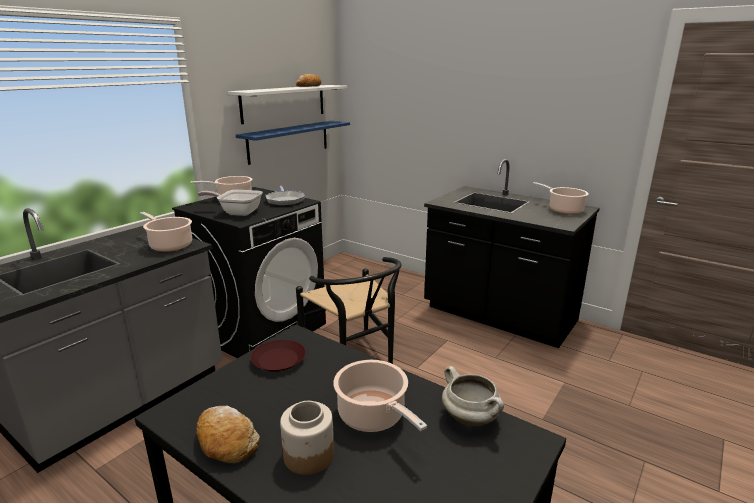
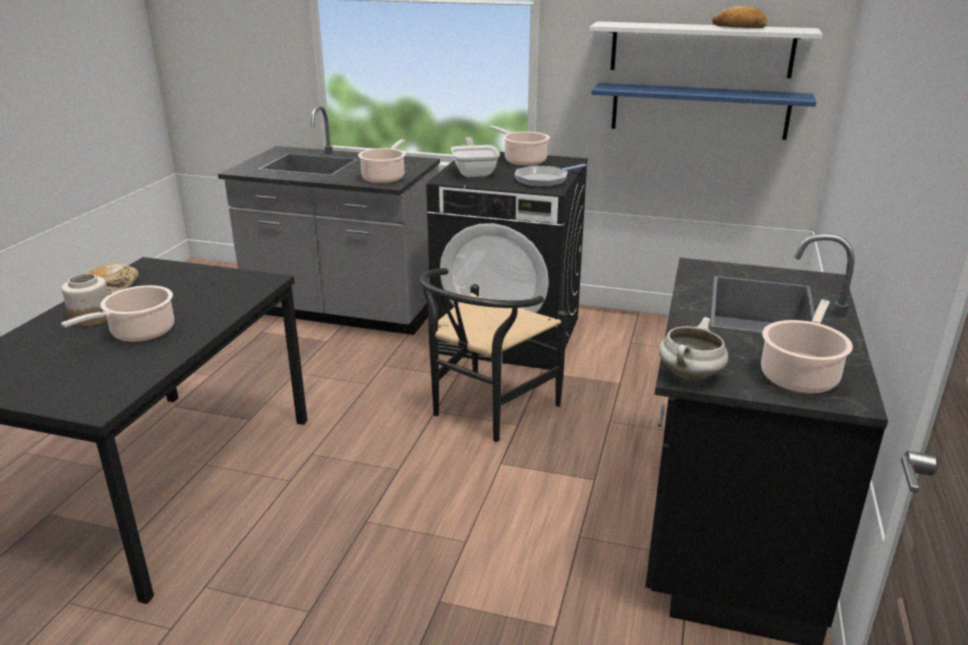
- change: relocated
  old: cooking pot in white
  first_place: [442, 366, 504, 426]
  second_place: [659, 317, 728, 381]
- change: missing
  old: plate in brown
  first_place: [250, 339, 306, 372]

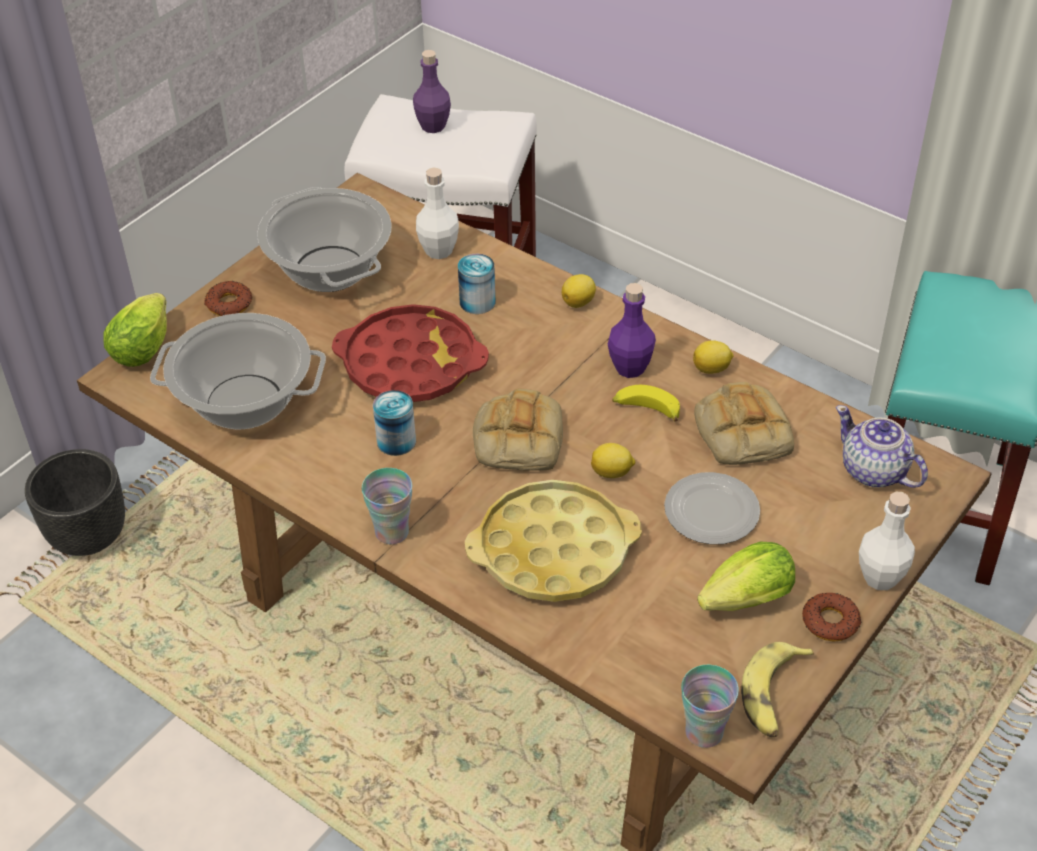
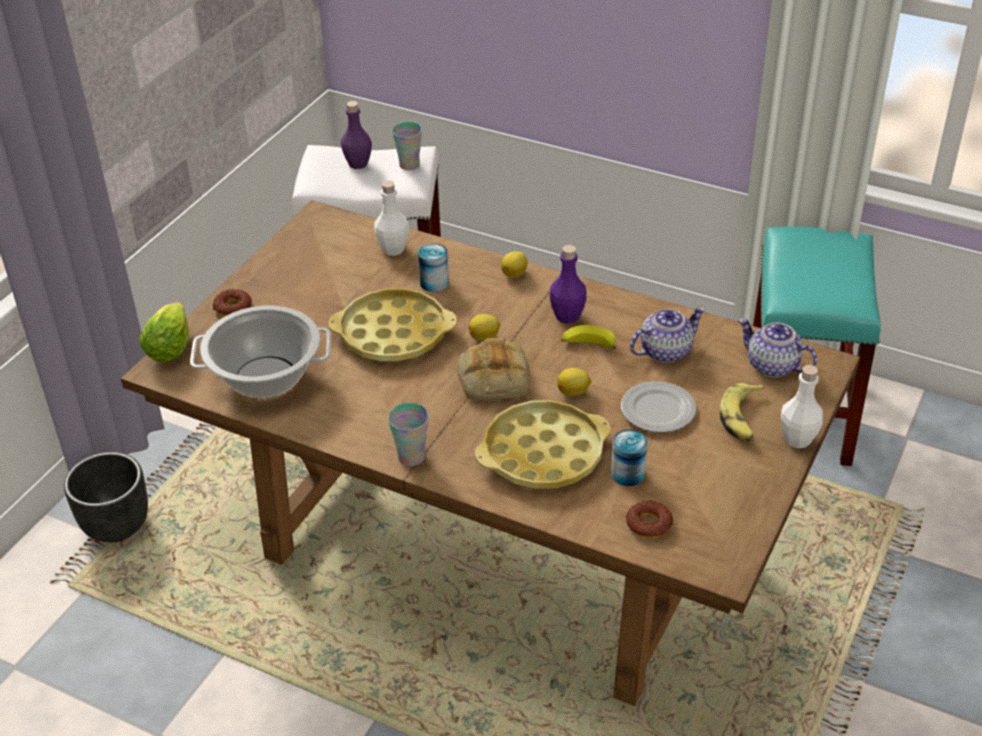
- change: colour
  old: tray in red
  new: tray in yellow
  first_place: [332, 304, 489, 402]
  second_place: [329, 288, 457, 361]
- change: relocated
  old: cup
  first_place: [681, 665, 739, 748]
  second_place: [392, 122, 422, 170]
- change: relocated
  old: lemon
  first_place: [693, 340, 734, 374]
  second_place: [469, 314, 501, 341]
- change: relocated
  old: can
  first_place: [373, 390, 416, 456]
  second_place: [611, 429, 648, 486]
- change: relocated
  old: donut
  first_place: [802, 593, 862, 641]
  second_place: [626, 501, 674, 538]
- change: exchanged
  old: bread
  new: teapot
  first_place: [694, 382, 794, 465]
  second_place: [630, 306, 705, 362]
- change: relocated
  old: banana
  first_place: [741, 642, 814, 737]
  second_place: [720, 383, 765, 442]
- change: missing
  old: cooking pot
  first_place: [257, 187, 392, 292]
- change: missing
  old: lettuce
  first_place: [697, 542, 795, 611]

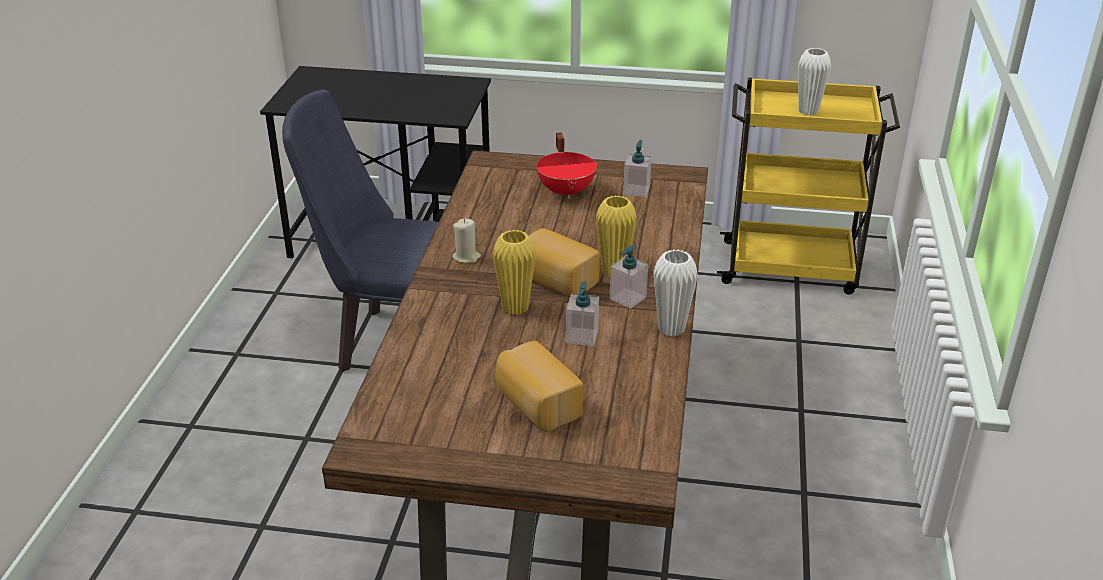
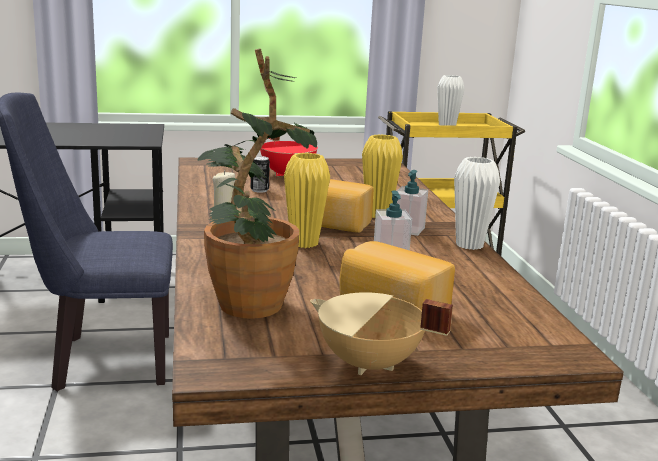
- change: appeared
  new: potted plant
  second_place: [198, 48, 317, 319]
- change: appeared
  new: can
  second_place: [250, 156, 270, 193]
- change: appeared
  new: cooking pot in beige
  second_place: [310, 292, 453, 375]
- change: missing
  old: soap dispenser
  first_place: [623, 140, 652, 197]

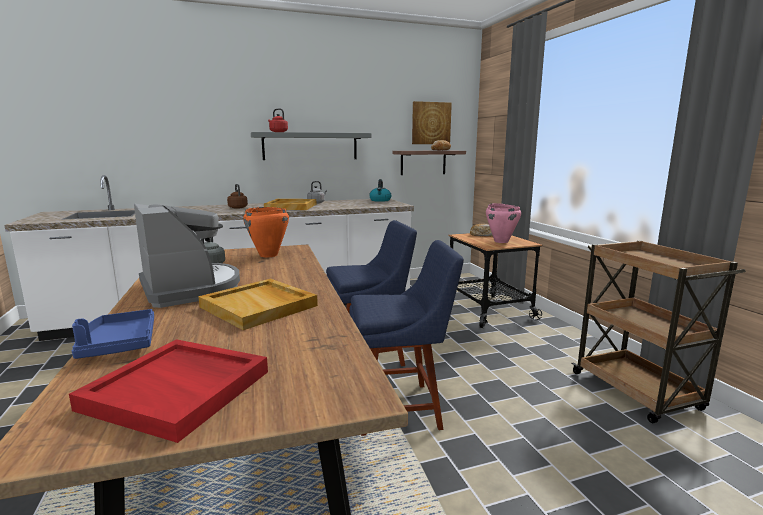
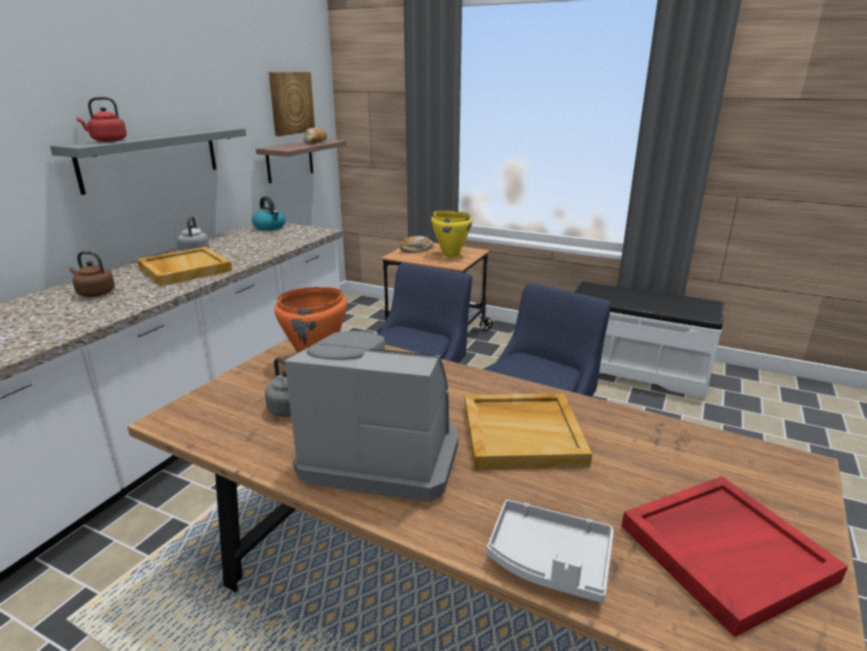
- change: colour
  old: cooking pot in pink
  new: cooking pot in yellow
  first_place: [486, 203, 521, 243]
  second_place: [431, 211, 472, 258]
- change: colour
  old: tray in blue
  new: tray in grey
  first_place: [72, 309, 154, 359]
  second_place: [487, 500, 614, 603]
- change: exchanged
  old: cart in brown
  new: bench in white
  first_place: [571, 240, 746, 423]
  second_place: [575, 281, 724, 399]

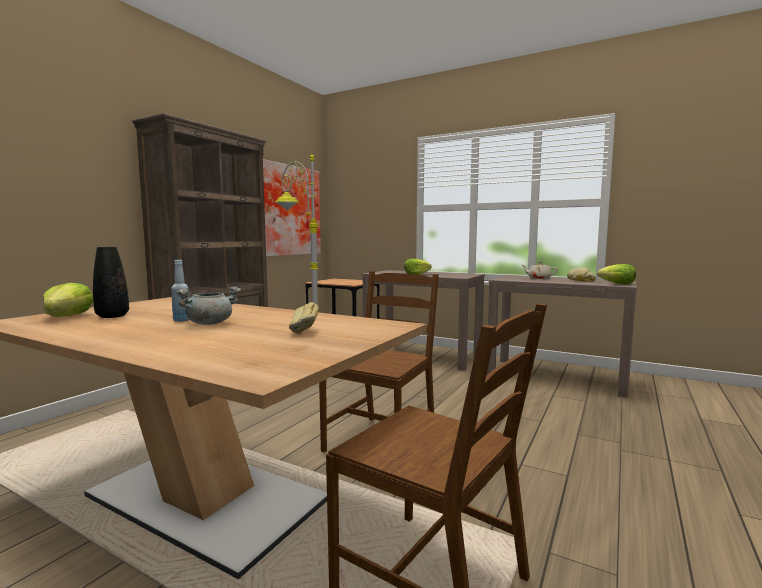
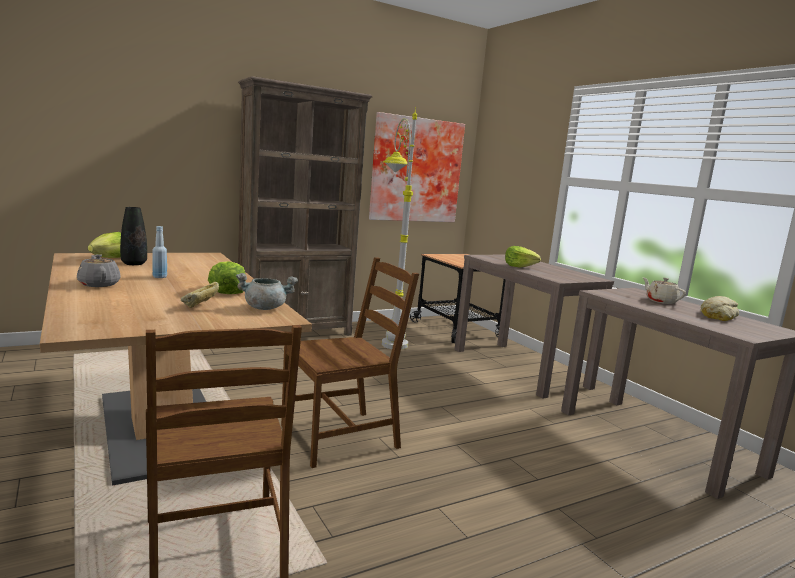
- change: appeared
  new: teapot in grey
  second_place: [77, 254, 121, 287]
- change: relocated
  old: lettuce
  first_place: [597, 264, 636, 285]
  second_place: [208, 261, 246, 294]
- change: relocated
  old: cooking pot in grey
  first_place: [176, 286, 241, 325]
  second_place: [236, 273, 298, 310]

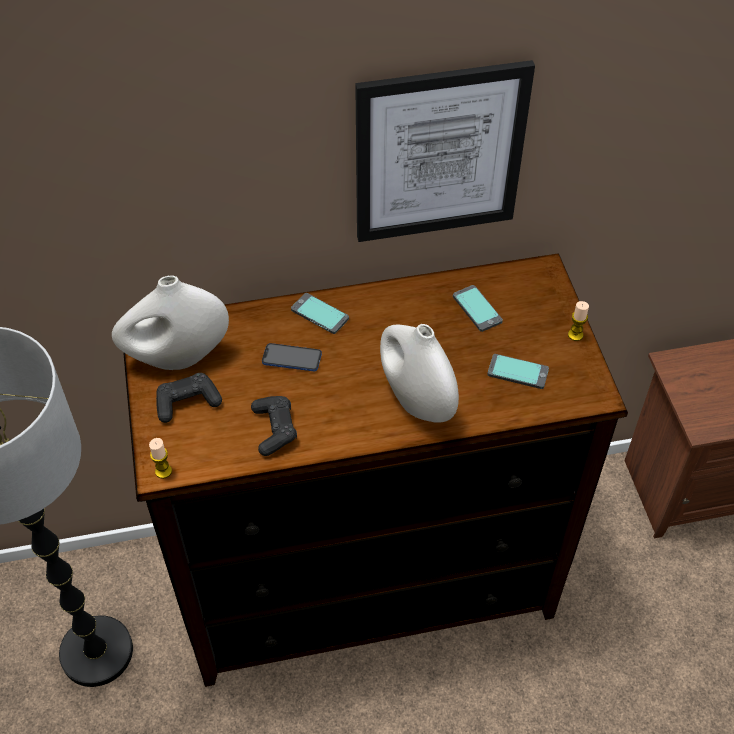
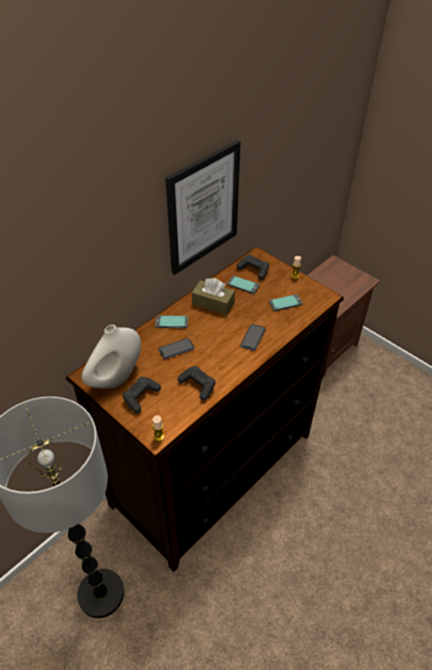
- change: appeared
  new: tissue box in brown
  second_place: [192, 278, 235, 315]
- change: appeared
  new: game controller in black
  second_place: [237, 255, 269, 280]
- change: exchanged
  old: vase in white
  new: phone
  first_place: [380, 324, 459, 423]
  second_place: [240, 324, 266, 350]

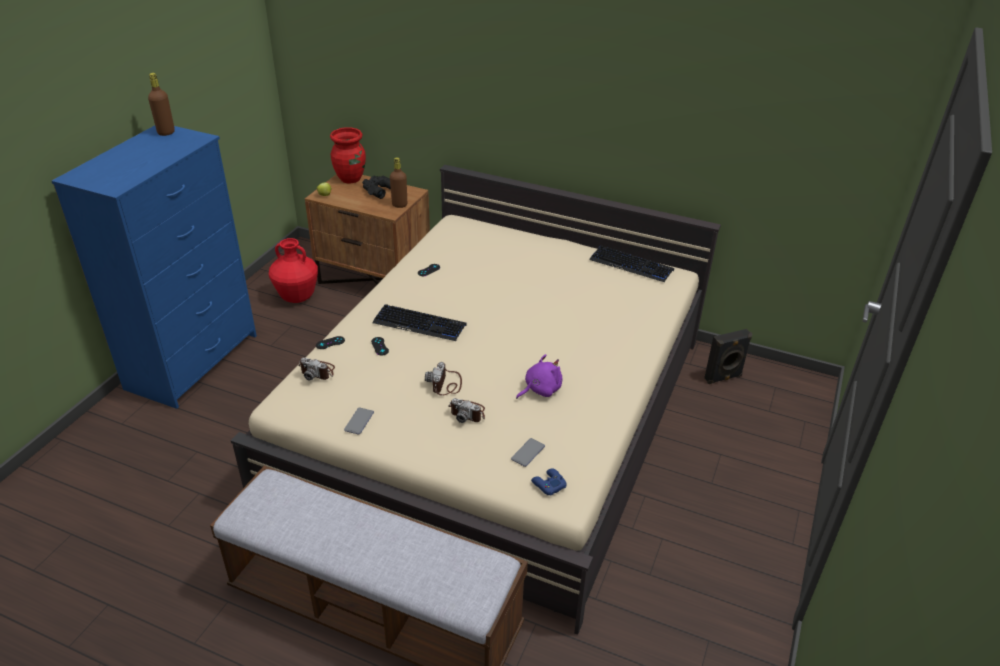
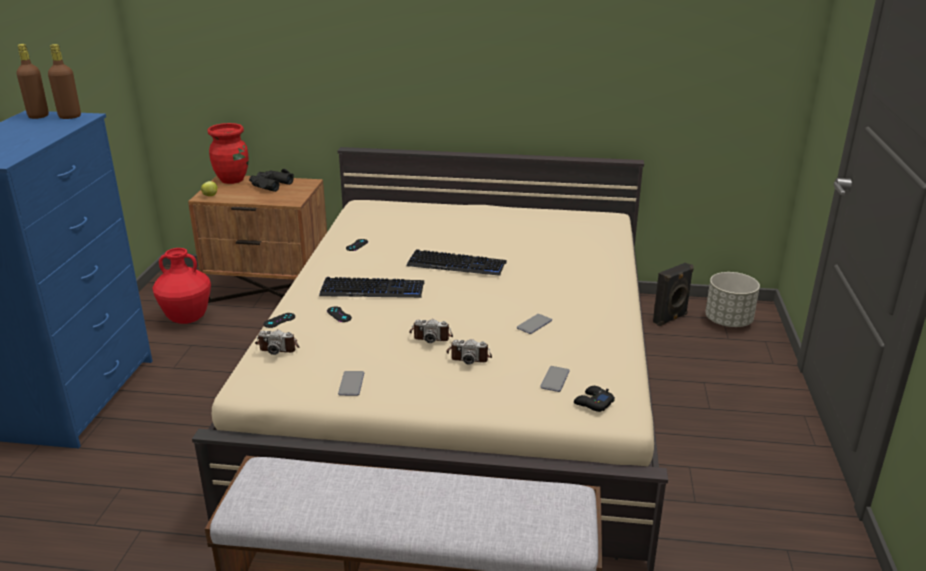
- change: relocated
  old: bottle in brown
  first_place: [390, 157, 407, 208]
  second_place: [48, 44, 81, 119]
- change: relocated
  old: keyboard
  first_place: [589, 245, 674, 282]
  second_place: [406, 249, 506, 276]
- change: spun
  old: photo camera
  first_place: [425, 362, 462, 396]
  second_place: [409, 319, 453, 343]
  degrees: -75
- change: exchanged
  old: plush toy in purple
  new: phone
  first_place: [516, 354, 562, 399]
  second_place: [517, 314, 552, 334]
- change: colour
  old: game controller in blue
  new: game controller in black
  first_place: [531, 468, 567, 495]
  second_place: [574, 386, 615, 412]
- change: appeared
  new: planter in grey
  second_place: [705, 272, 760, 327]

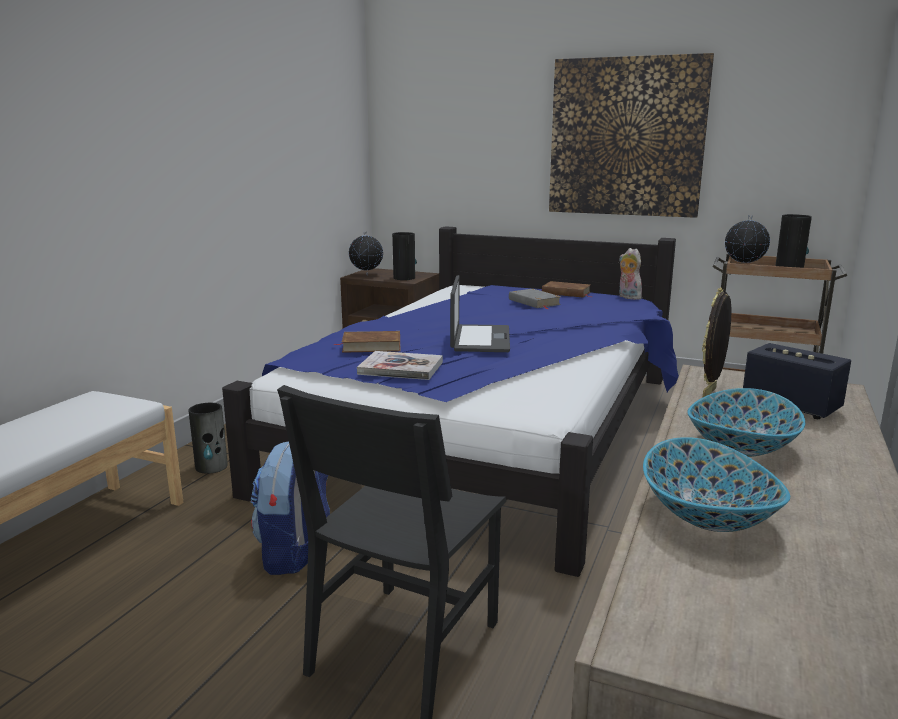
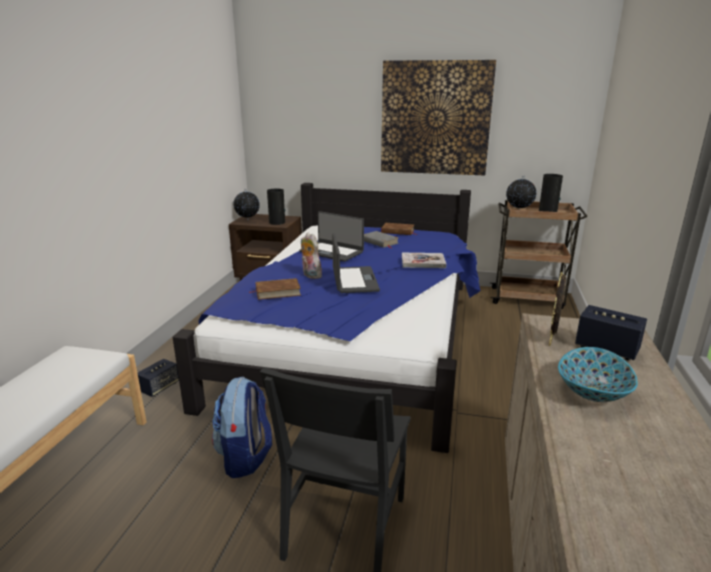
- change: exchanged
  old: vase
  new: speaker
  first_place: [189, 403, 228, 474]
  second_place: [138, 359, 179, 397]
- change: appeared
  new: laptop
  second_place: [299, 211, 364, 262]
- change: relocated
  old: plush toy
  first_place: [619, 248, 642, 300]
  second_place: [301, 233, 322, 279]
- change: relocated
  old: book
  first_place: [357, 351, 443, 380]
  second_place: [402, 253, 446, 268]
- change: missing
  old: bowl
  first_place: [643, 437, 790, 532]

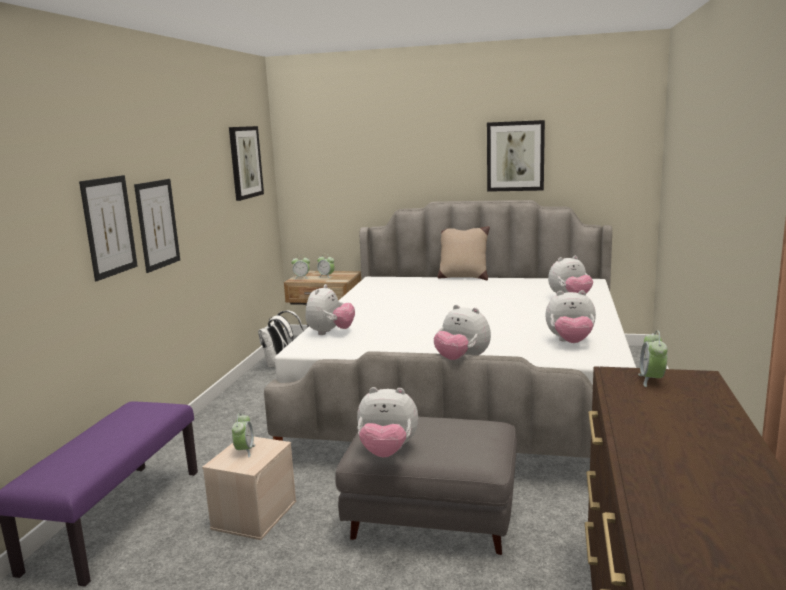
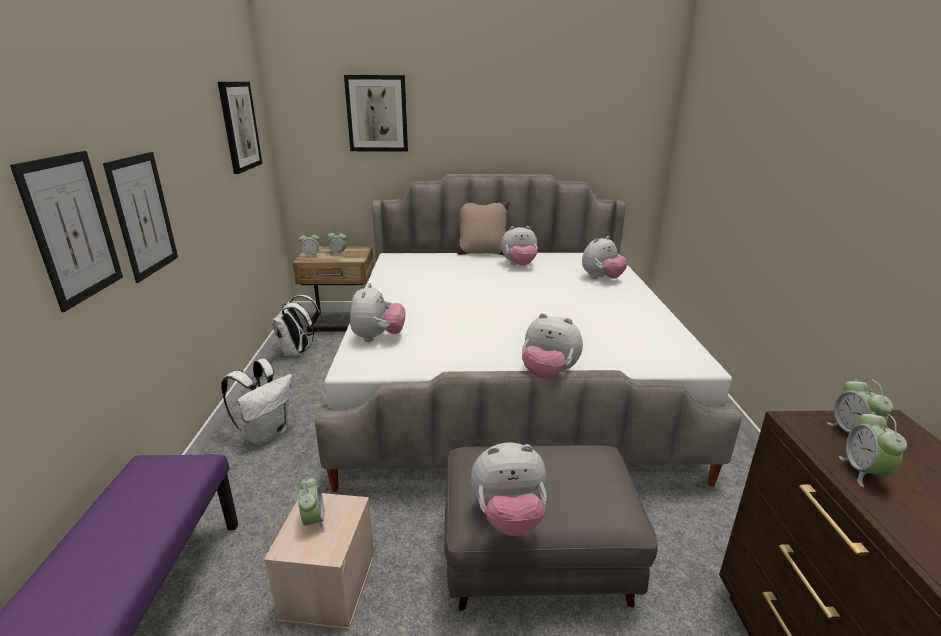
- change: appeared
  new: backpack in white
  second_place: [221, 359, 293, 445]
- change: relocated
  old: picture
  first_place: [487, 120, 545, 192]
  second_place: [344, 75, 408, 152]
- change: relocated
  old: plush toy
  first_place: [545, 290, 596, 343]
  second_place: [501, 226, 538, 266]
- change: appeared
  new: alarm clock
  second_place: [839, 412, 907, 487]

